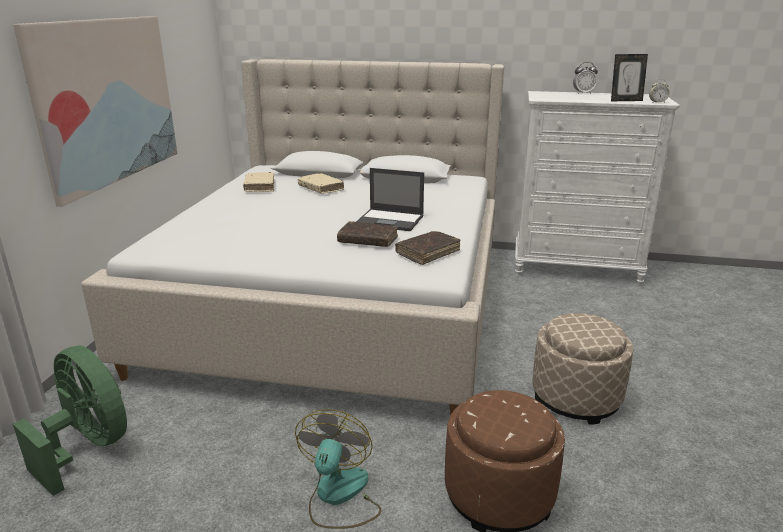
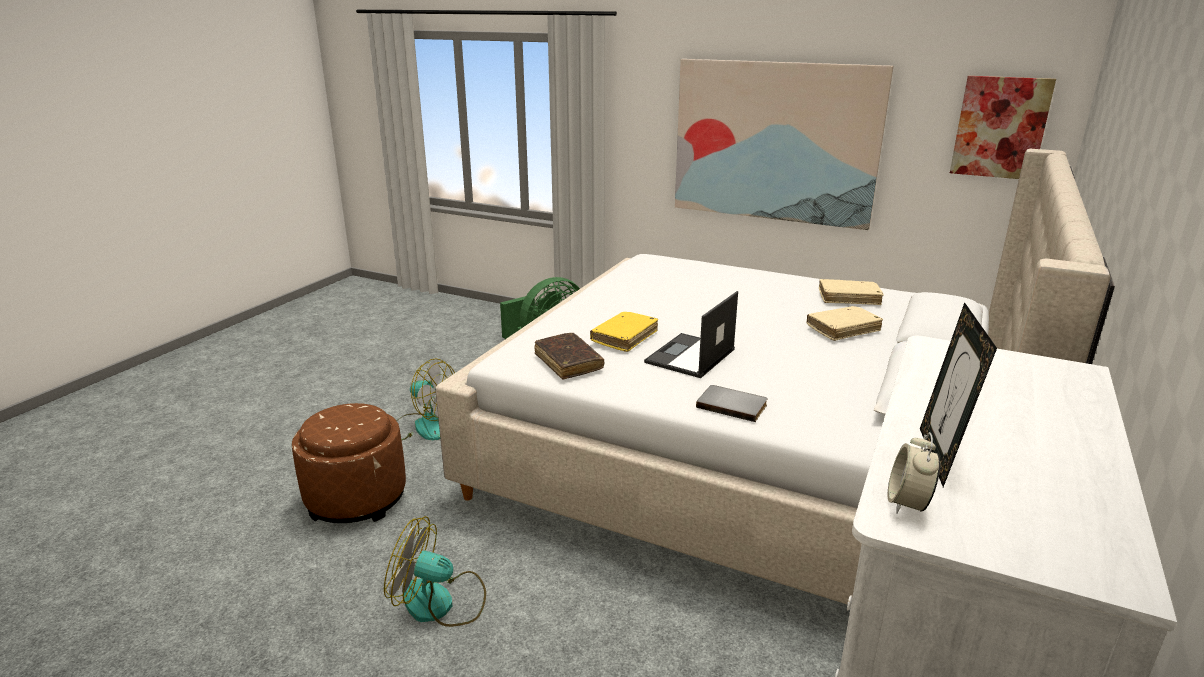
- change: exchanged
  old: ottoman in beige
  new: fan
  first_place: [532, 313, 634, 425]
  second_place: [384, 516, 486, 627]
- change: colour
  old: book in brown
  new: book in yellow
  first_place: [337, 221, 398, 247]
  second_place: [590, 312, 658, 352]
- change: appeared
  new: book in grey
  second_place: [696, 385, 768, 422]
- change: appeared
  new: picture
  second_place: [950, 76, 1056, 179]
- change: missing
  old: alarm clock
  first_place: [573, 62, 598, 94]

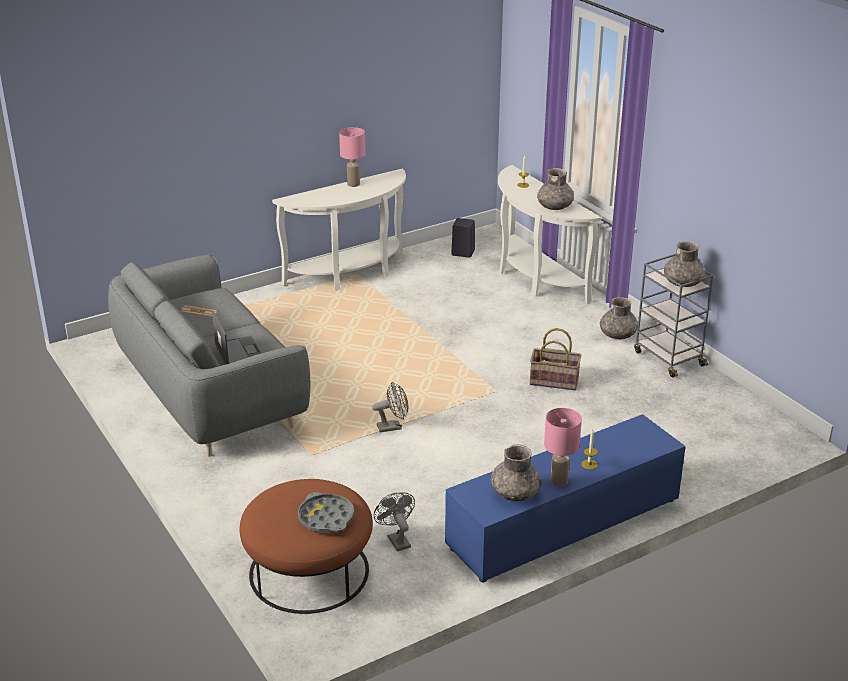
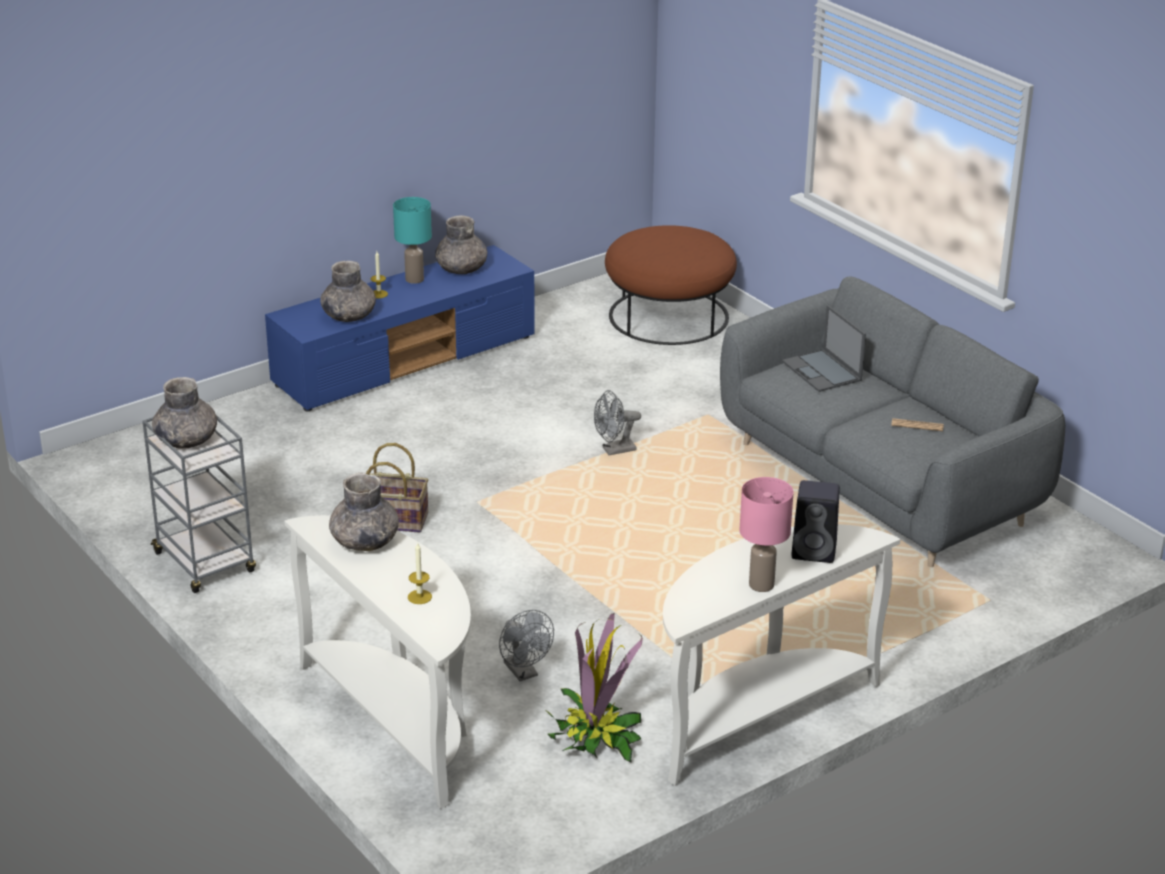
- change: relocated
  old: vase in grey
  first_place: [600, 297, 638, 339]
  second_place: [320, 261, 376, 322]
- change: colour
  old: table lamp in pink
  new: table lamp in turquoise
  first_place: [544, 408, 582, 487]
  second_place: [393, 197, 432, 284]
- change: relocated
  old: fan in grey
  first_place: [374, 492, 415, 552]
  second_place: [499, 610, 554, 681]
- change: appeared
  new: potted plant
  second_place: [547, 613, 643, 762]
- change: relocated
  old: speaker in black
  first_place: [451, 218, 475, 258]
  second_place: [791, 480, 840, 563]
- change: missing
  old: tray in grey
  first_place: [298, 492, 354, 532]

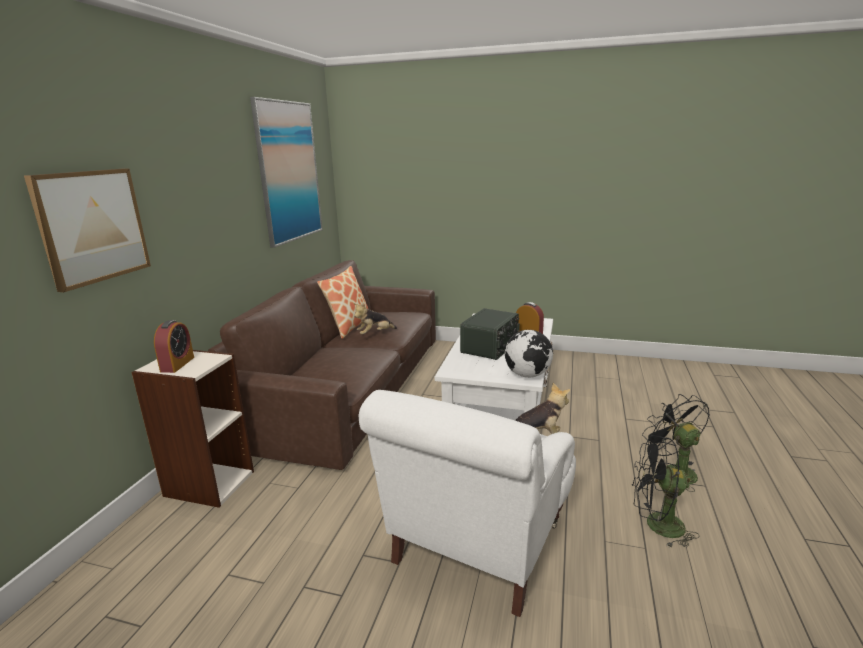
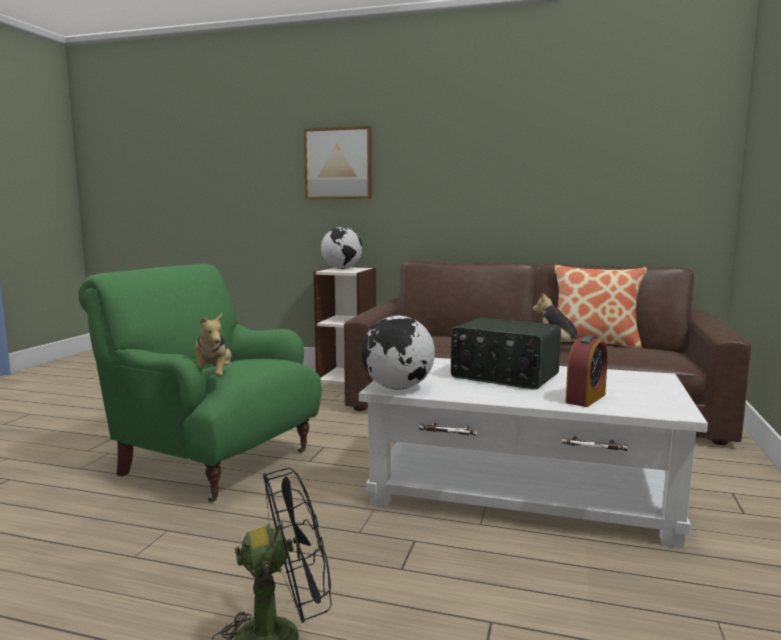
- change: colour
  old: armchair in white
  new: armchair in green
  first_place: [359, 390, 576, 617]
  second_place: [78, 264, 322, 503]
- change: exchanged
  old: alarm clock
  new: globe
  first_place: [154, 320, 194, 373]
  second_place: [321, 227, 362, 269]
- change: missing
  old: picture
  first_place: [250, 97, 323, 248]
- change: missing
  old: fan in black
  first_place: [632, 435, 700, 548]

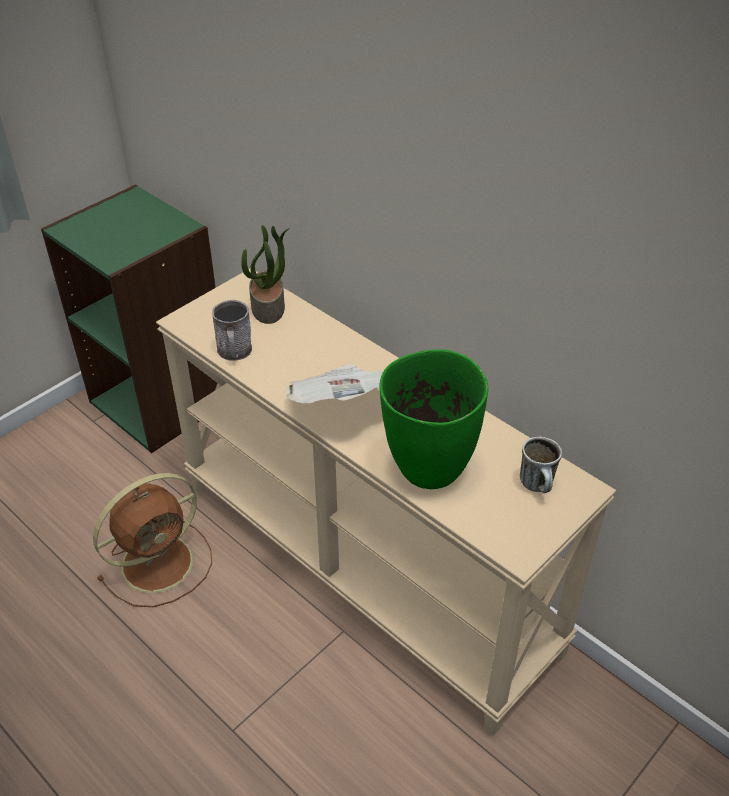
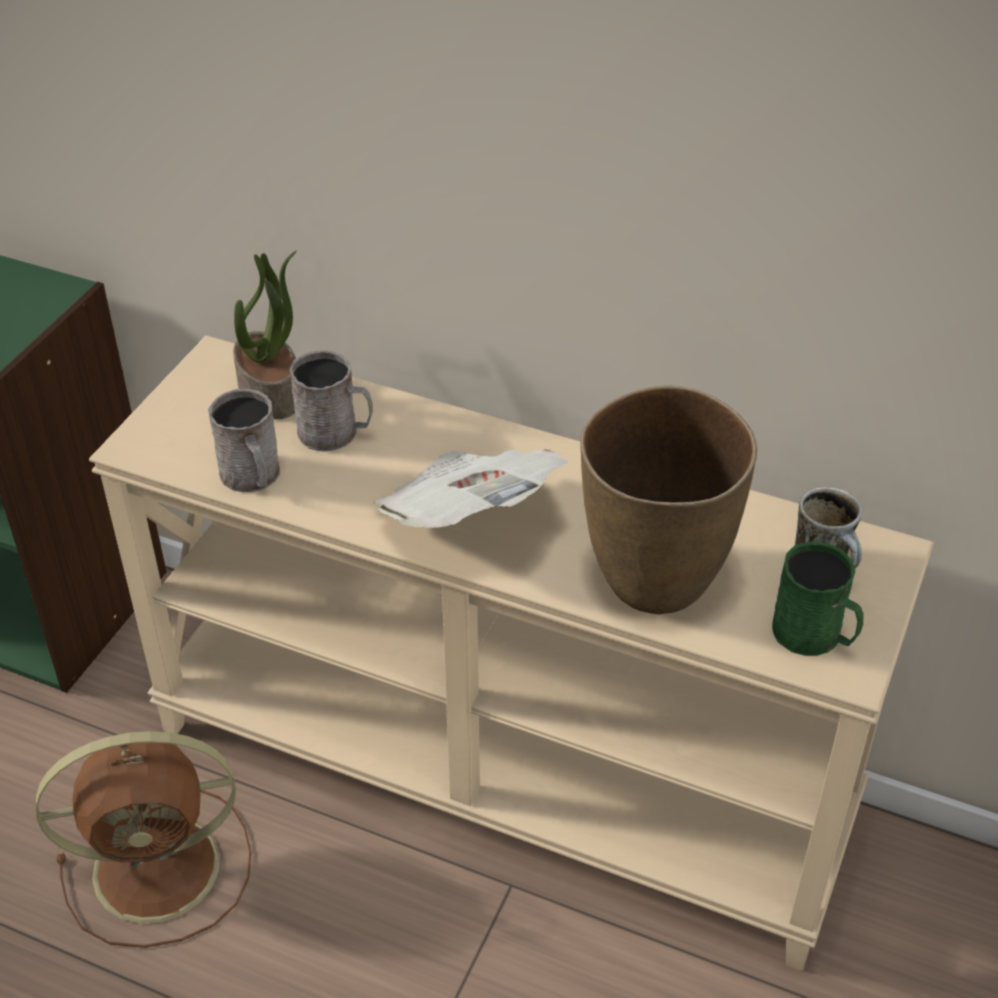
- change: spun
  old: fan in brown
  first_place: [93, 473, 212, 607]
  second_place: [36, 731, 251, 948]
  degrees: 45
- change: appeared
  new: mug in grey
  second_place: [290, 350, 373, 452]
- change: colour
  old: vase in green
  new: vase in brown
  first_place: [380, 350, 488, 489]
  second_place: [580, 386, 757, 614]
- change: appeared
  new: mug in green
  second_place: [772, 542, 863, 656]

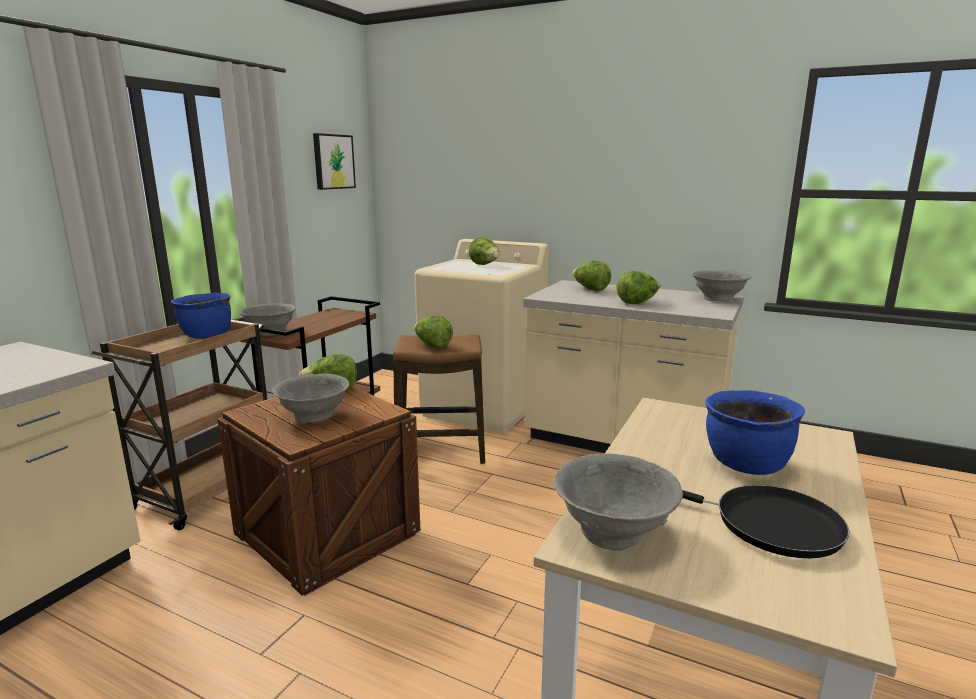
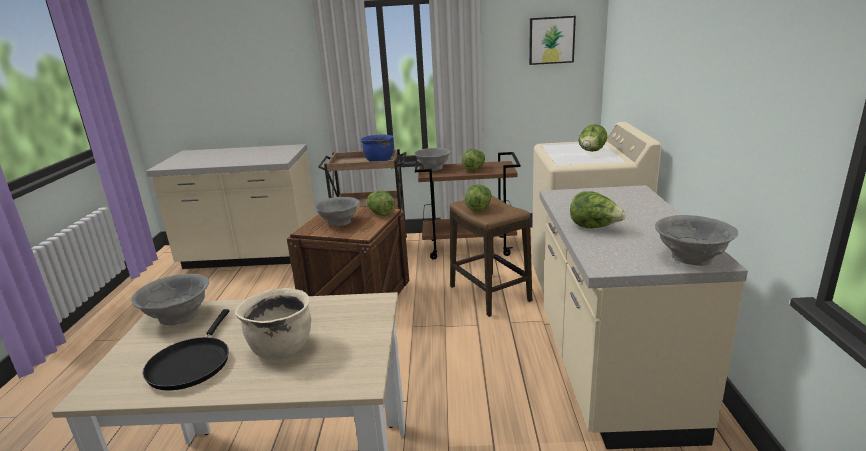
- change: colour
  old: cooking pot in blue
  new: cooking pot in beige
  first_place: [705, 390, 805, 475]
  second_place: [235, 288, 311, 360]
- change: relocated
  old: lettuce
  first_place: [572, 261, 611, 291]
  second_place: [462, 149, 485, 171]

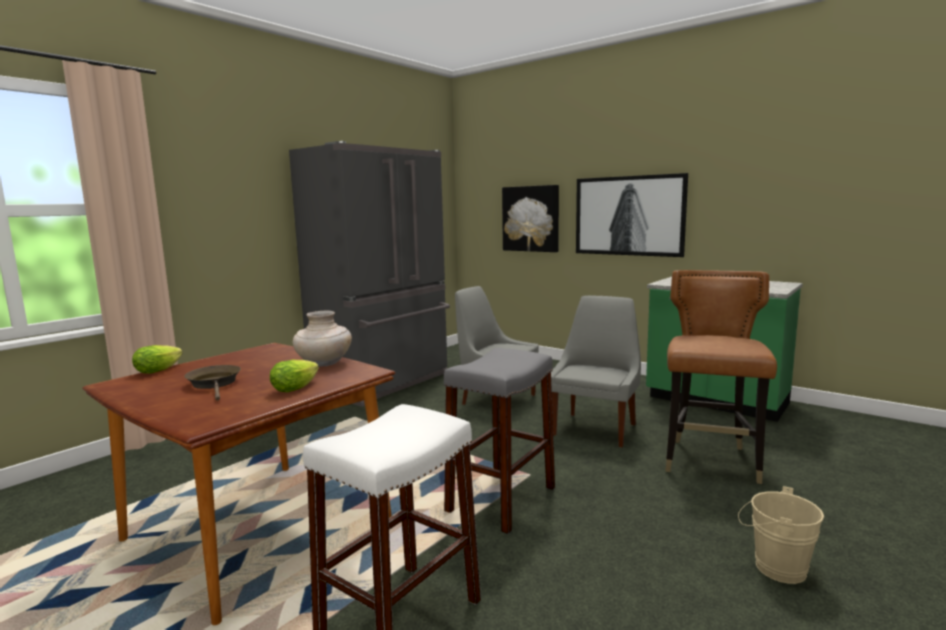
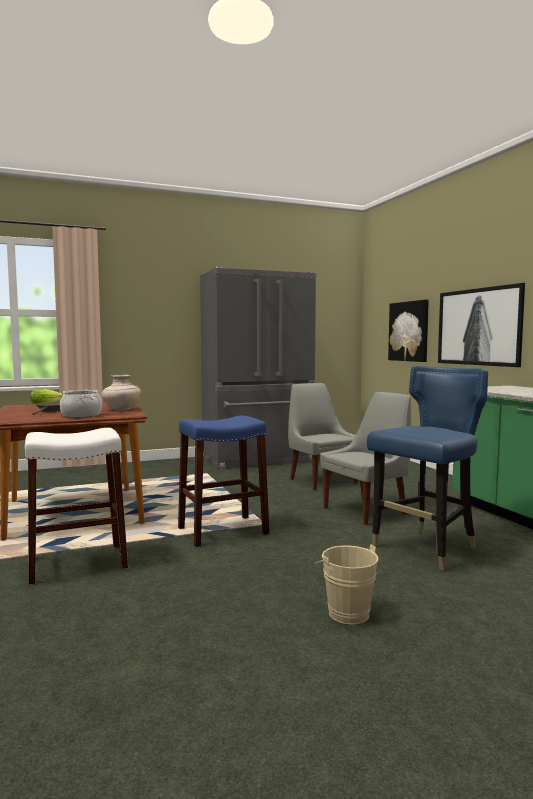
- change: exchanged
  old: lettuce
  new: cooking pot
  first_place: [270, 360, 319, 392]
  second_place: [60, 390, 102, 418]
- change: colour
  old: stool in grey
  new: stool in blue
  first_place: [444, 348, 555, 534]
  second_place: [178, 415, 270, 547]
- change: colour
  old: chair in brown
  new: chair in blue
  first_place: [665, 270, 777, 484]
  second_place: [367, 366, 488, 571]

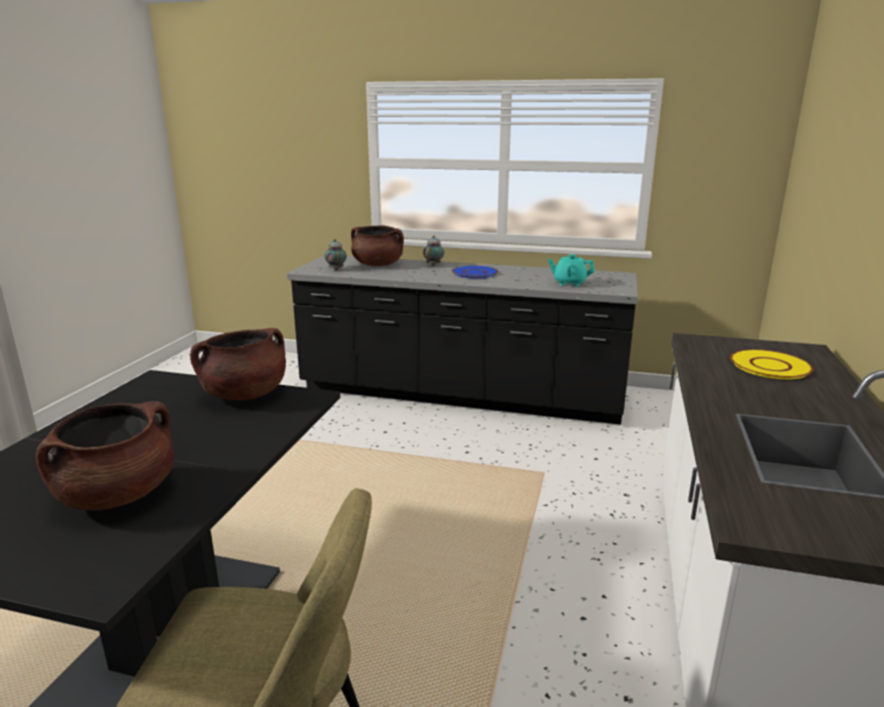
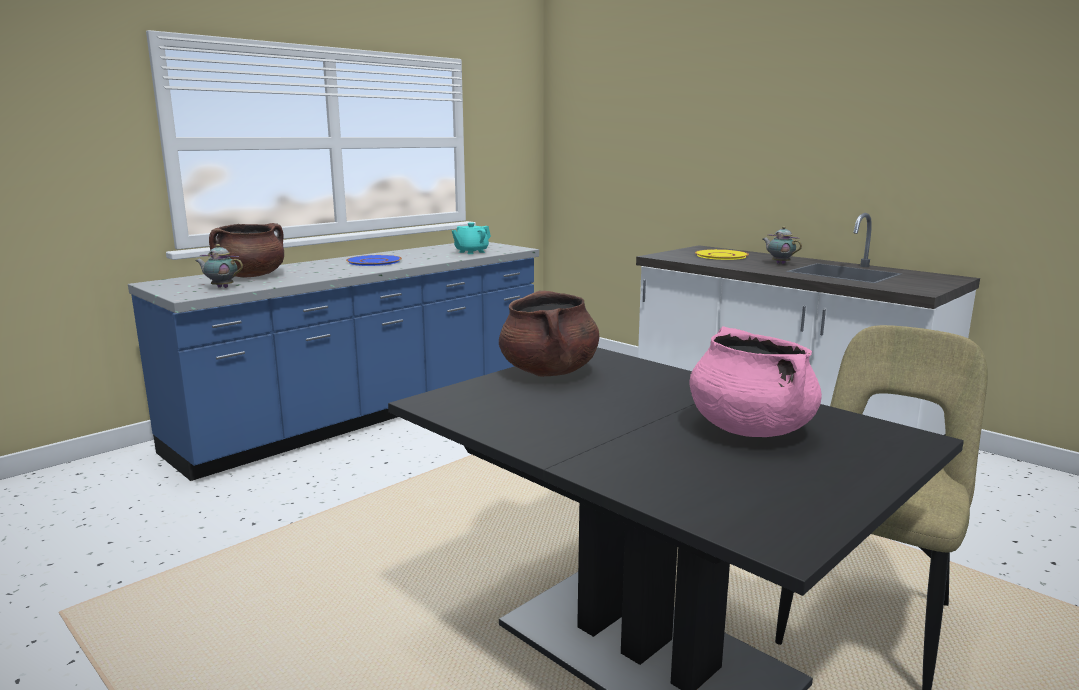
- change: colour
  old: counter in black
  new: counter in blue
  first_place: [287, 255, 638, 425]
  second_place: [128, 242, 539, 481]
- change: colour
  old: cooking pot in brown
  new: cooking pot in pink
  first_place: [36, 401, 174, 510]
  second_place: [689, 326, 822, 437]
- change: relocated
  old: teapot
  first_place: [423, 236, 444, 266]
  second_place: [763, 226, 802, 264]

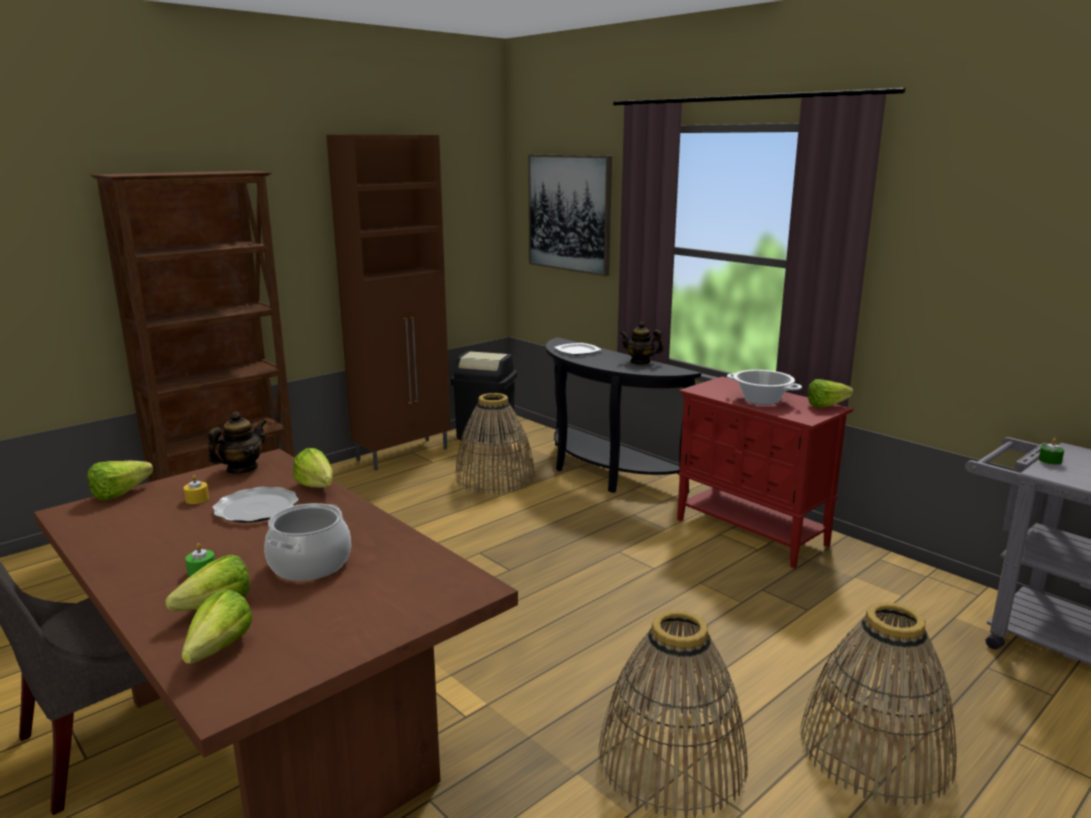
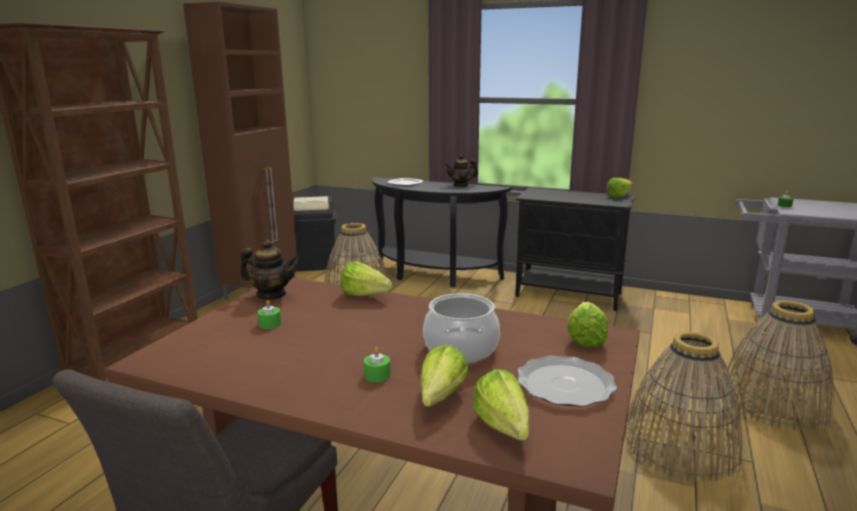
- change: spun
  old: teapot
  first_place: [208, 411, 267, 474]
  second_place: [240, 240, 298, 299]
  degrees: 90
- change: colour
  old: candle in yellow
  new: candle in green
  first_place: [183, 475, 209, 504]
  second_place: [258, 300, 281, 329]
- change: colour
  old: cabinet in red
  new: cabinet in black
  first_place: [677, 376, 853, 568]
  second_place: [515, 188, 635, 311]
- change: relocated
  old: plate
  first_place: [212, 487, 299, 523]
  second_place: [518, 355, 617, 407]
- change: relocated
  old: lettuce
  first_place: [87, 460, 153, 501]
  second_place: [567, 302, 608, 348]
- change: missing
  old: picture
  first_place: [528, 155, 612, 276]
- change: missing
  old: cooking pot
  first_place: [727, 370, 802, 405]

